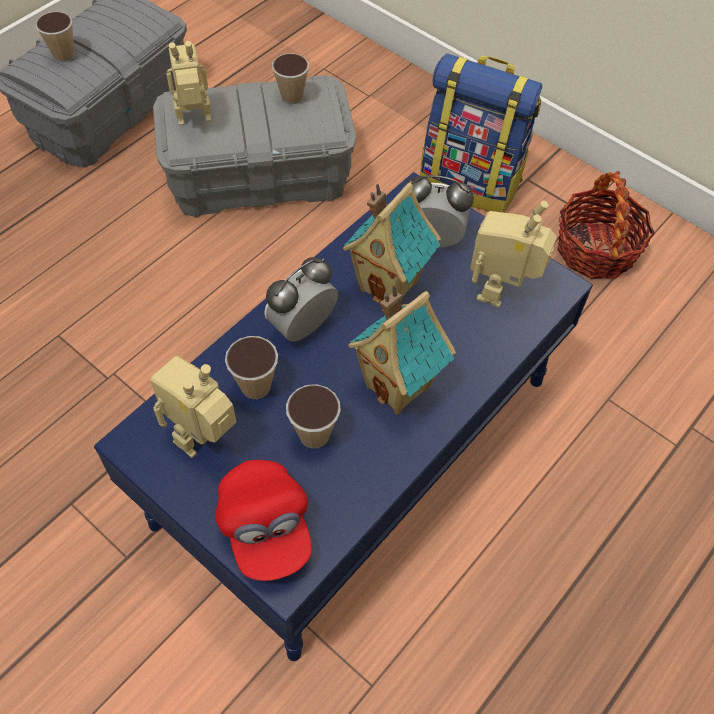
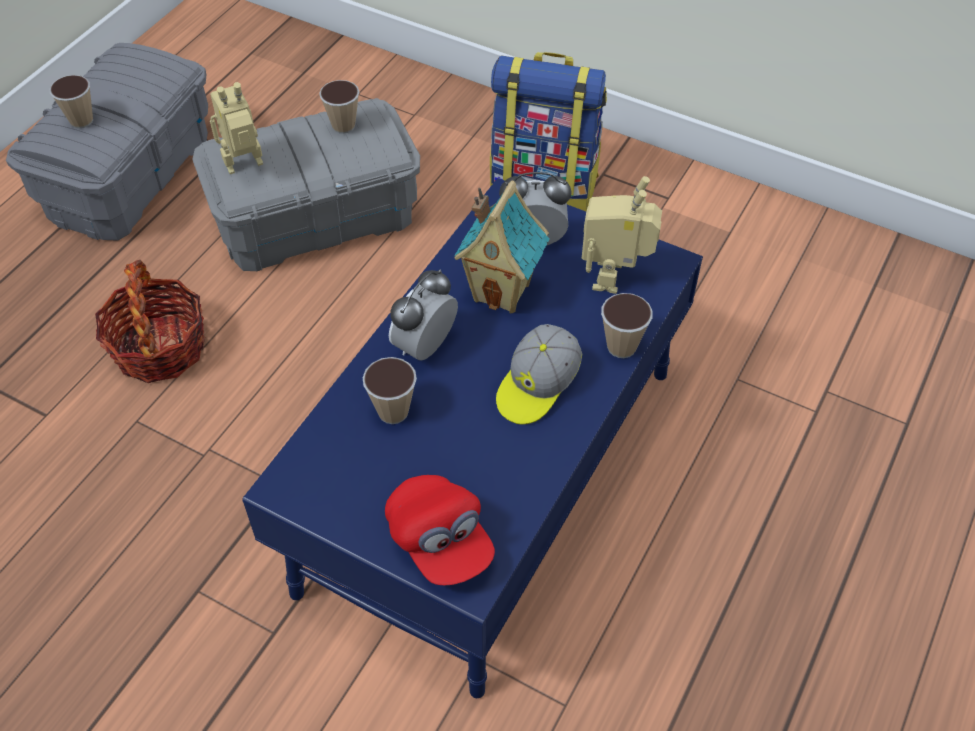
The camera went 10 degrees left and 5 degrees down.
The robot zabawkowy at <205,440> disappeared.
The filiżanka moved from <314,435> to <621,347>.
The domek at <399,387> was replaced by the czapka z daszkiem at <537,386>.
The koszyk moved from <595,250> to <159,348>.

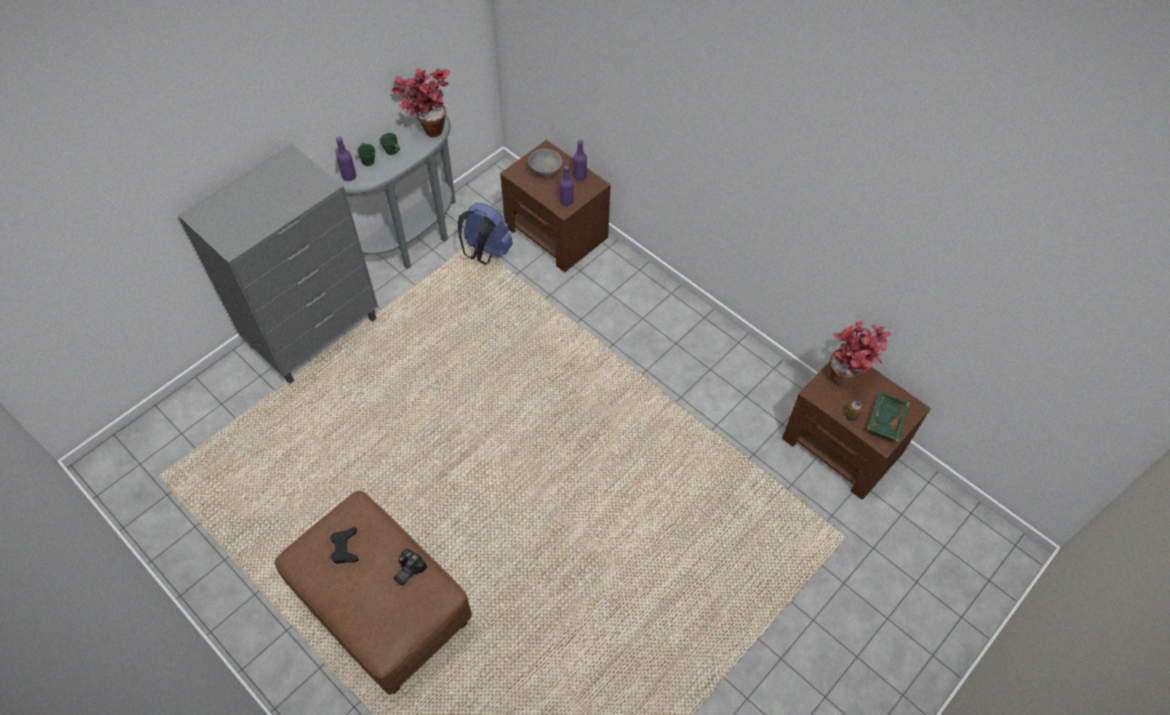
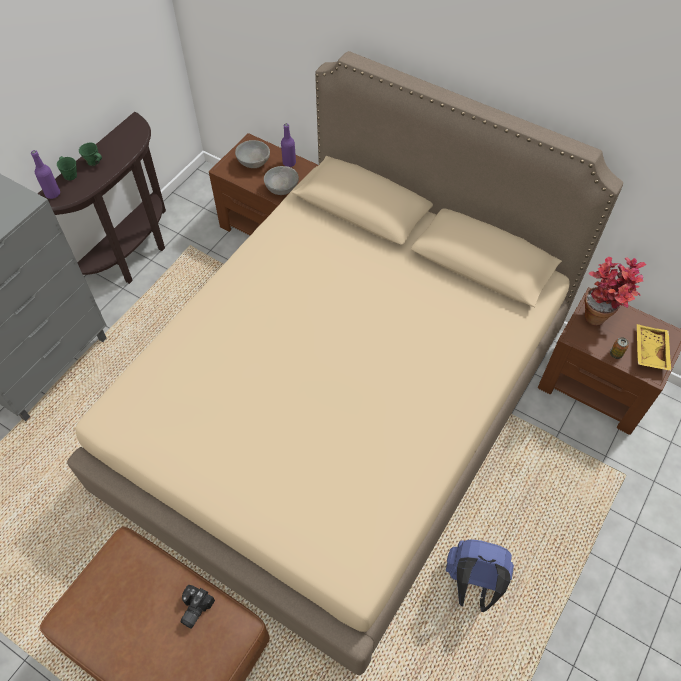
The camera went 10 degrees left and 0 degrees up.
The pad do gier/czarny at <345,548> disappeared.
The stolik konsolowy/szary at <416,243> became the stolik konsolowy/brązowy at <133,256>.
The roślina doniczkowa at <427,129> disappeared.
The plecak/niebieski moved from <485,253> to <473,582>.
The butelka/fioletowy at <566,201> was replaced by the miska/szary at <281,189>.
The taca/zielony at <885,419> became the taca/żółty at <649,351>.
The łóżko/beżowy at <341,410> appeared.

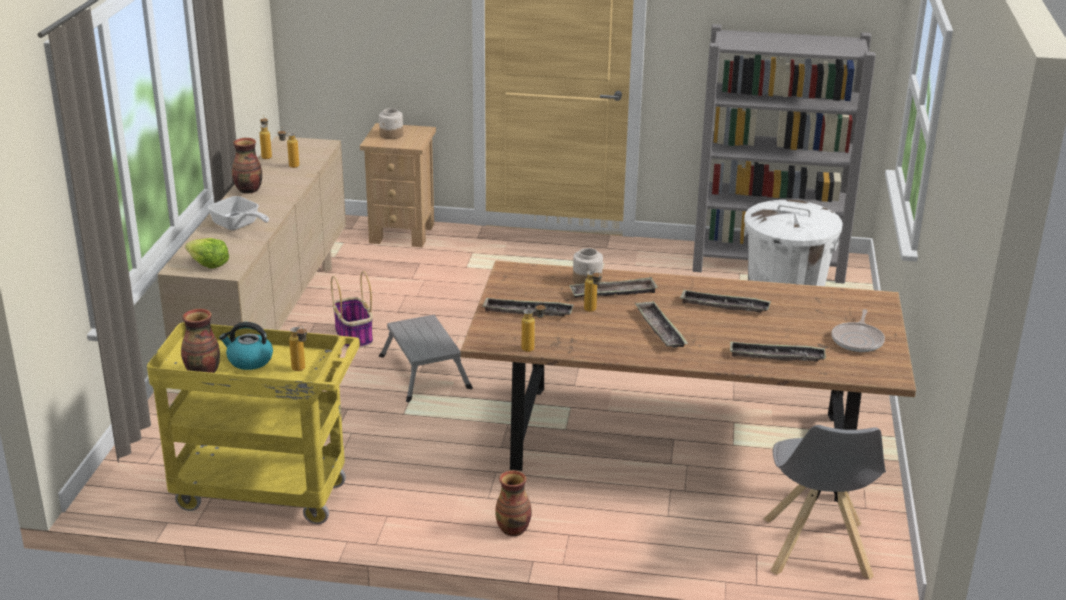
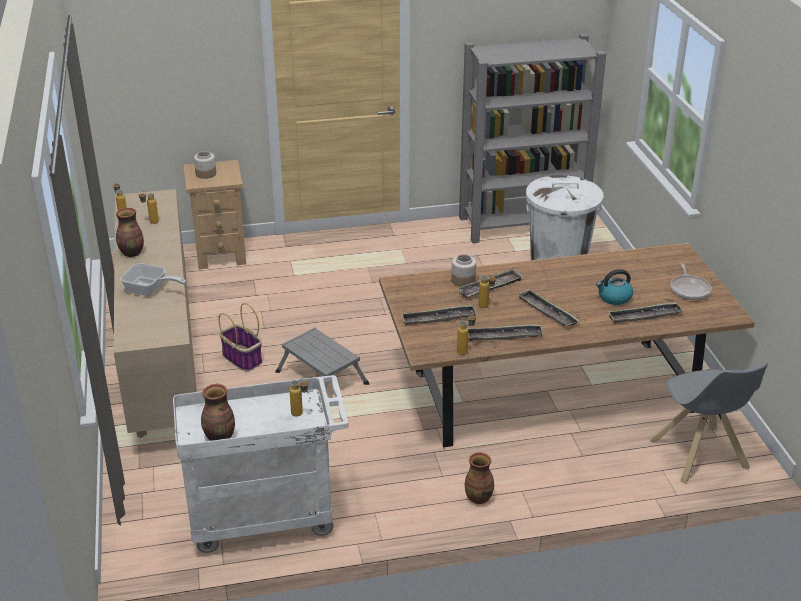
The camera went 20 degrees left and 5 degrees up.
The wózek/żółty at <269,498> became the wózek/biały at <269,523>.
The sałata at <208,264> disappeared.
The czajnik moved from <249,360> to <614,298>.
The taca moved from <724,306> to <504,336>.

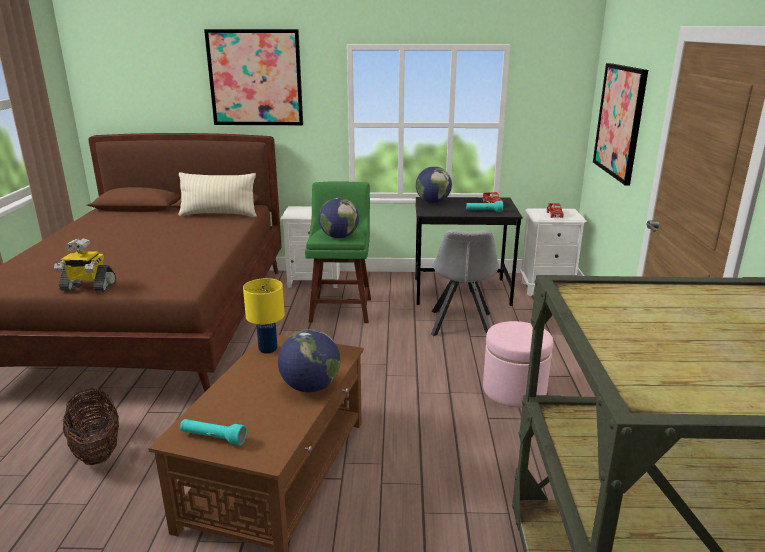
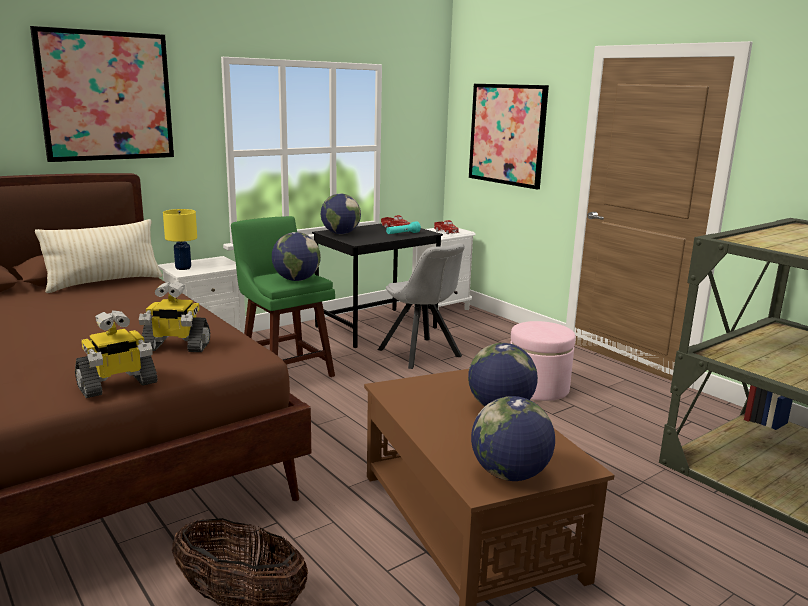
The camera went 40 degrees left and 5 degrees down.
The latarka/turkusowy at <213,438> was replaced by the globus at <509,474>.
The lampa stołowa/żółty moved from <268,350> to <183,268>.
The robot zabawkowy at <175,347> appeared.

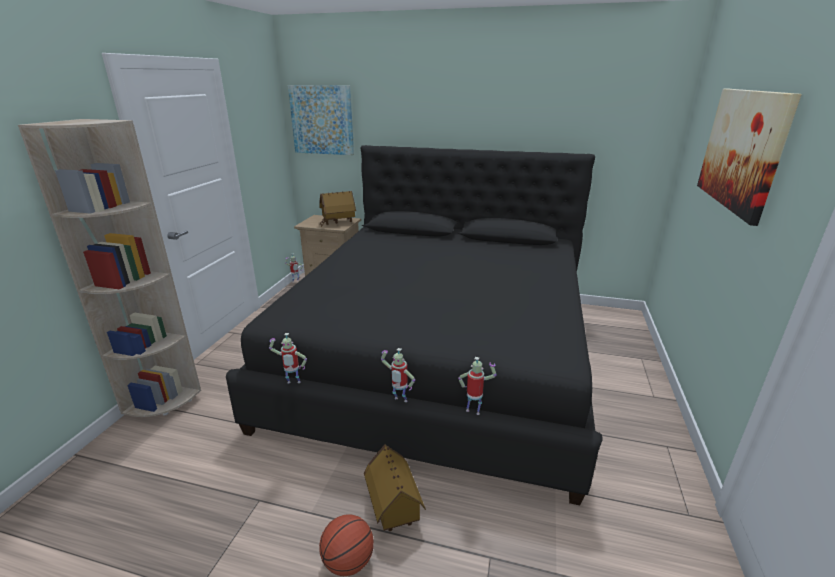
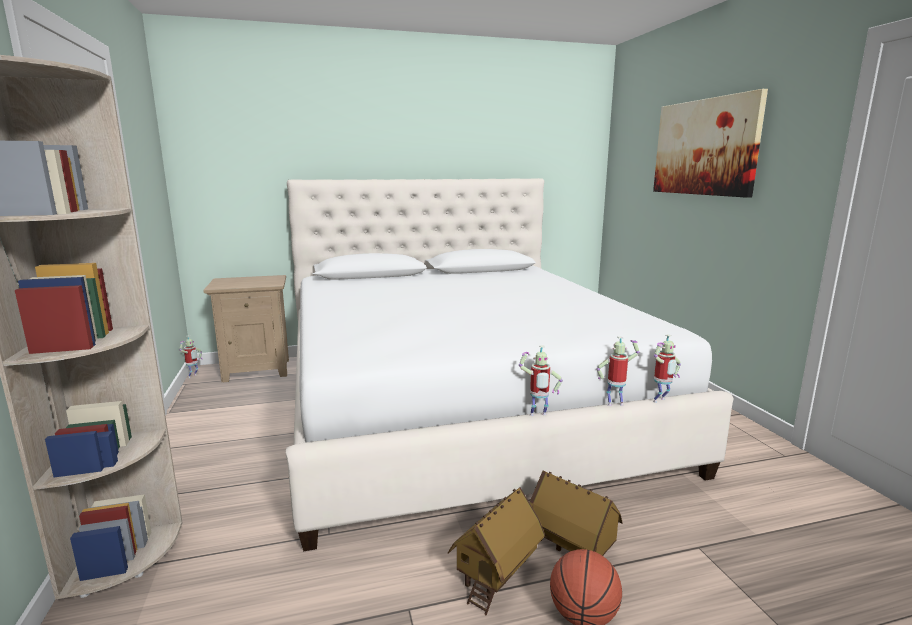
The camera went 30 degrees left and 10 degrees down.
The łóżko/czarny at <440,355> became the łóżko/biały at <460,404>.
The robot zabawkowy moved from <293,383> to <660,401>.
The obraz at <322,120> disappeared.
The domek moved from <338,222> to <496,574>.

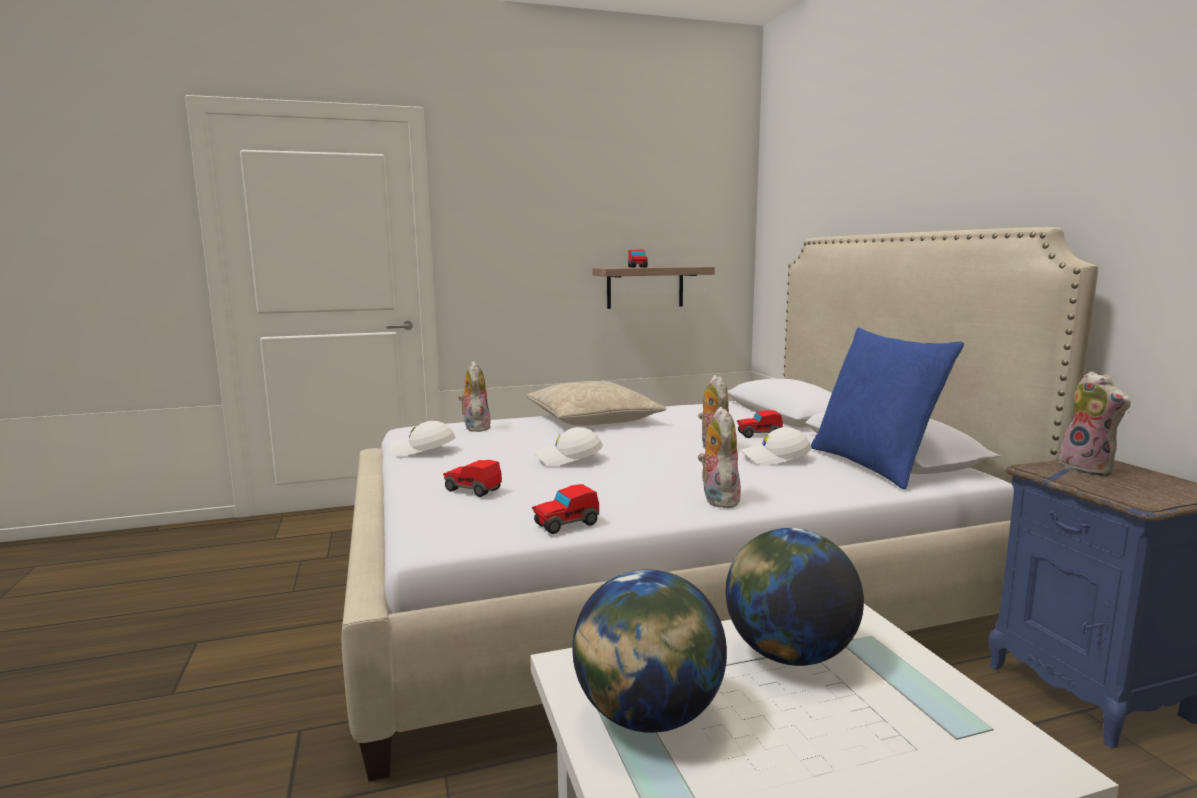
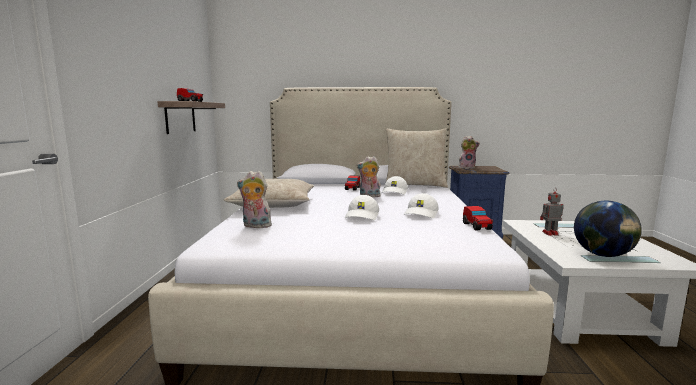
The camera went 70 degrees left and 0 degrees up.
The czapka z daszkiem/biały moved from <422,450> to <421,214>.
The samochodzik at <473,490> disappeared.
The pluszak at <717,499> disappeared.
The globus at <788,654> was replaced by the robot zabawkowy at <549,233>.
The poduszka/niebieski at <874,465> became the poduszka/beżowy at <415,185>.

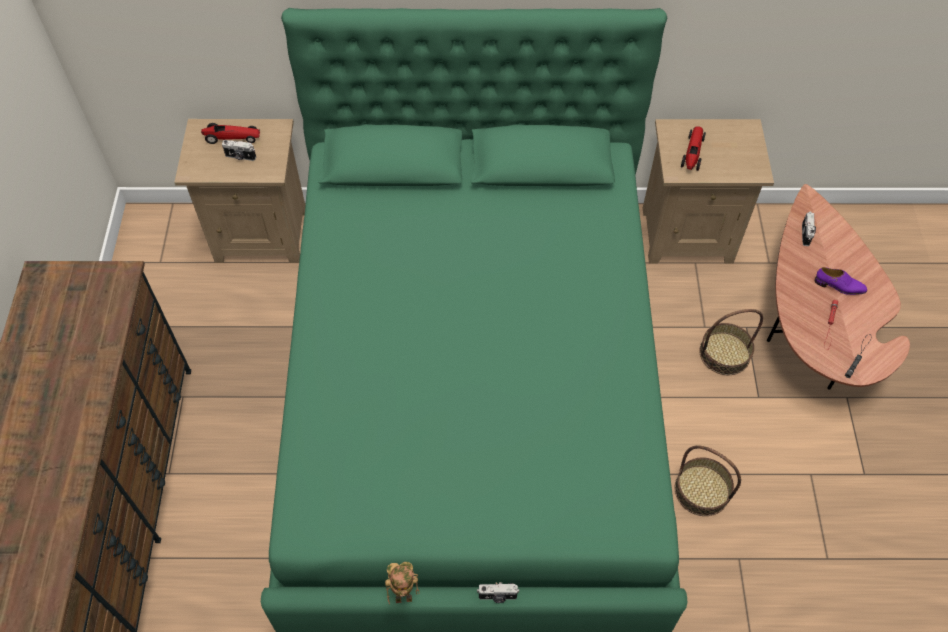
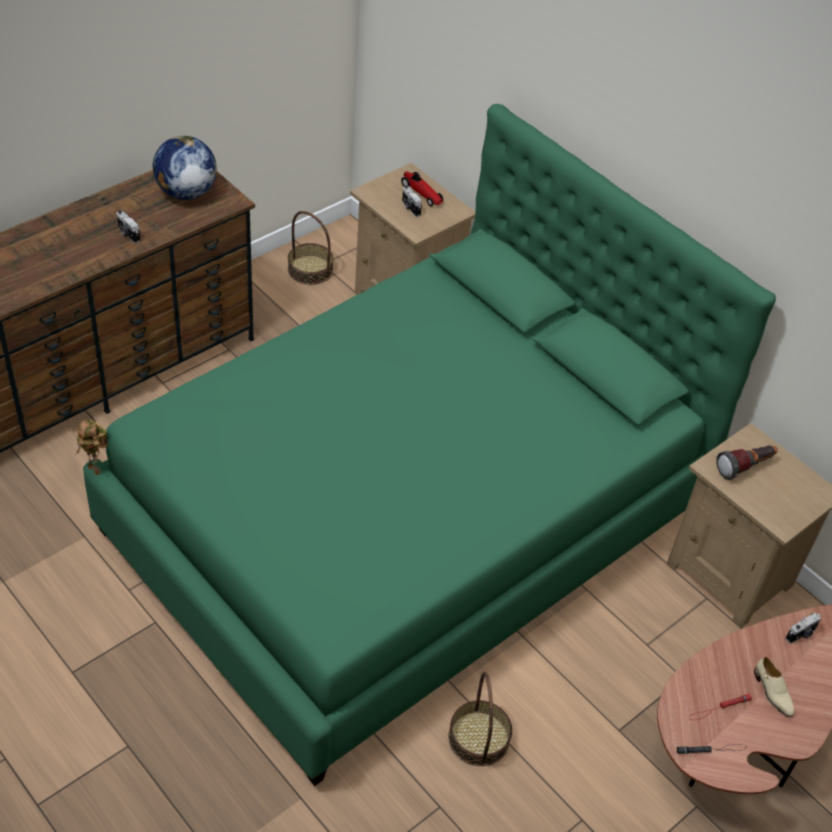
The camera went 45 degrees right and 10 degrees down.
The robot zabawkowy moved from <405,597> to <96,469>.
The aparat fotograficzny moved from <497,596> to <128,234>.
The samochodzik at <692,153> was replaced by the latarka at <745,468>.
The koszyk moved from <724,353> to <310,270>.
The but/fioletowy at <839,286> became the but/beżowy at <772,693>.
The globus at <185,193> appeared.

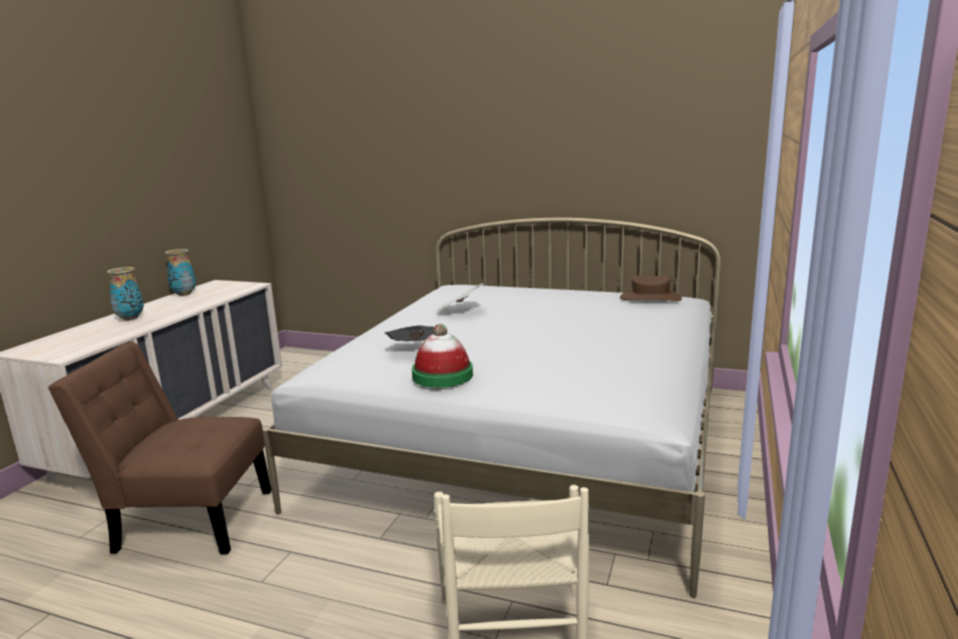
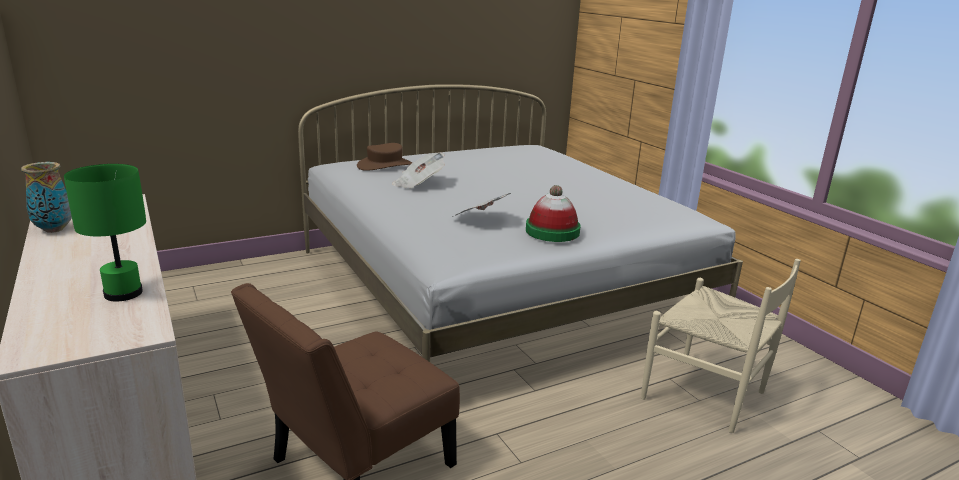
The camera went 50 degrees left and 5 degrees up.
The wazon at <130,318> disappeared.
The kapelusz/brązowy moved from <650,298> to <385,165>.
The lampa stołowa/zielony at <122,294> appeared.

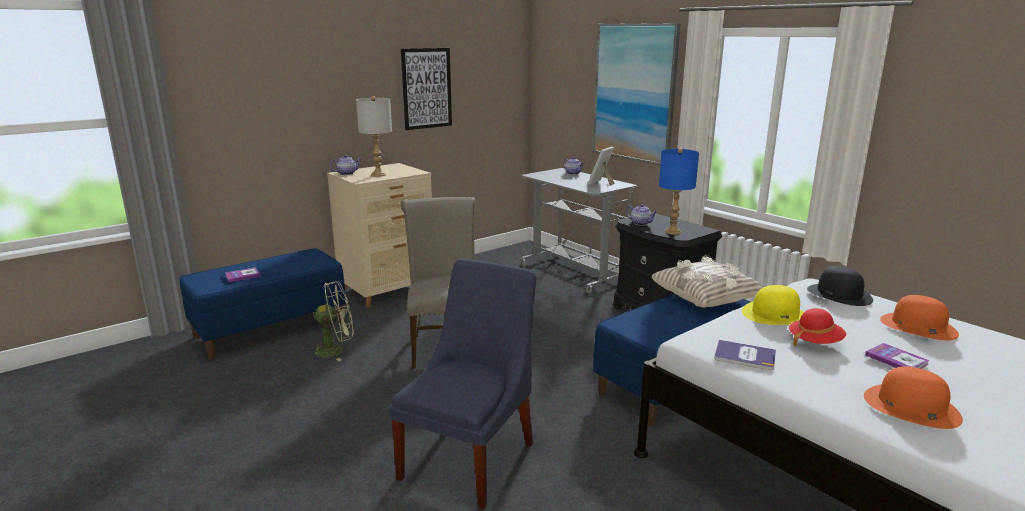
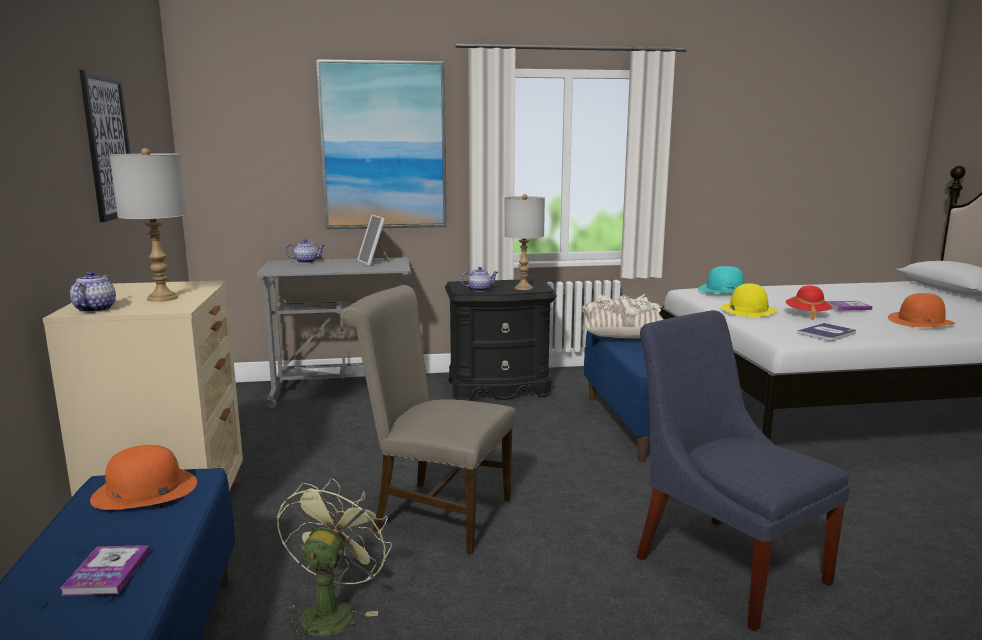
The camera went 60 degrees left and 5 degrees down.
The lampa stołowa/niebieski at <673,232> became the lampa stołowa/szary at <524,288>.
The kapelusz/czarny at <839,294> became the kapelusz/turkusowy at <724,290>.
The kapelusz/pomarańczowy moved from <918,326> to <144,490>.

